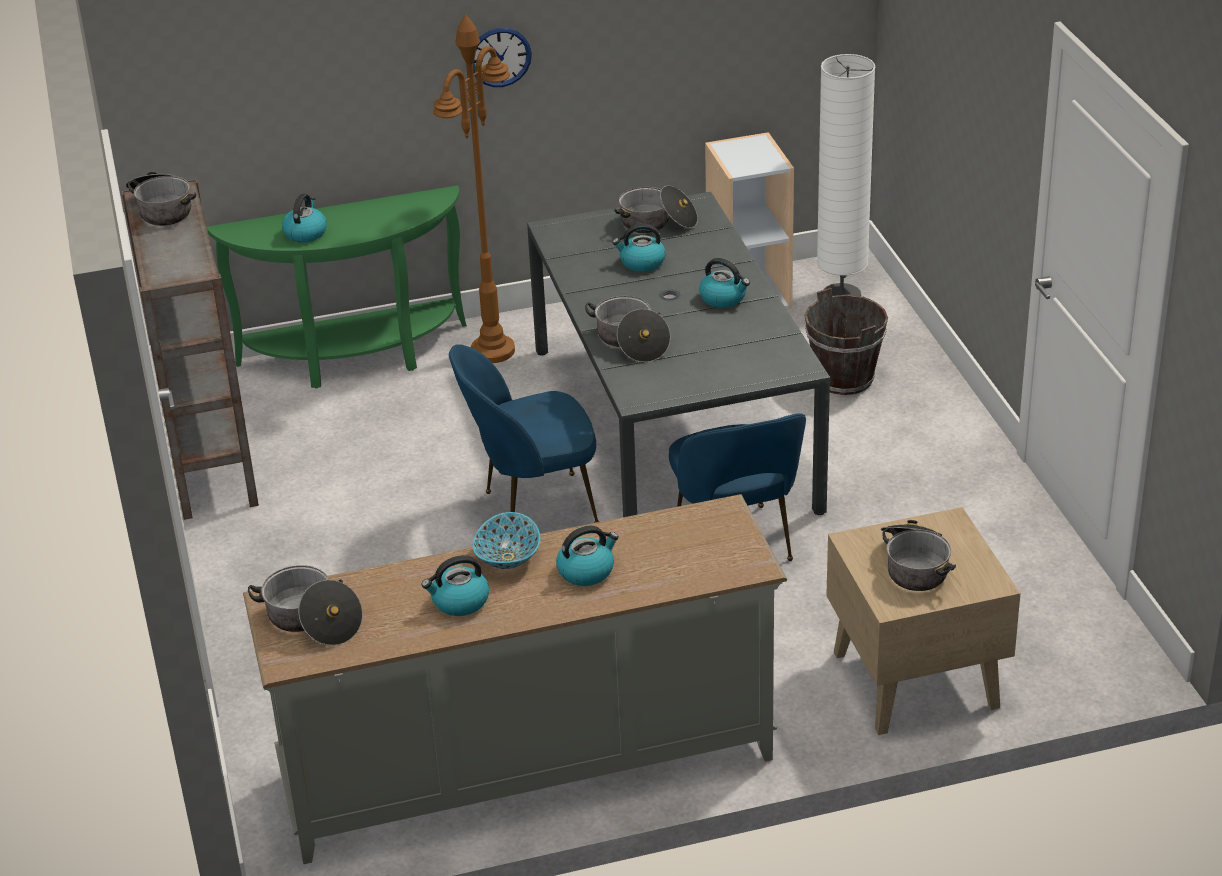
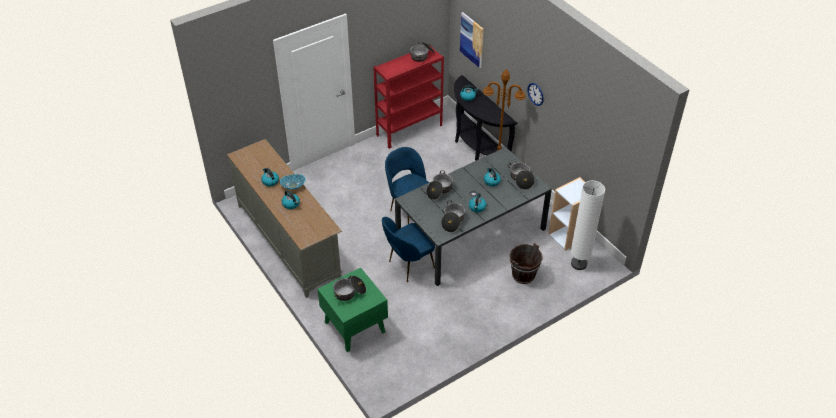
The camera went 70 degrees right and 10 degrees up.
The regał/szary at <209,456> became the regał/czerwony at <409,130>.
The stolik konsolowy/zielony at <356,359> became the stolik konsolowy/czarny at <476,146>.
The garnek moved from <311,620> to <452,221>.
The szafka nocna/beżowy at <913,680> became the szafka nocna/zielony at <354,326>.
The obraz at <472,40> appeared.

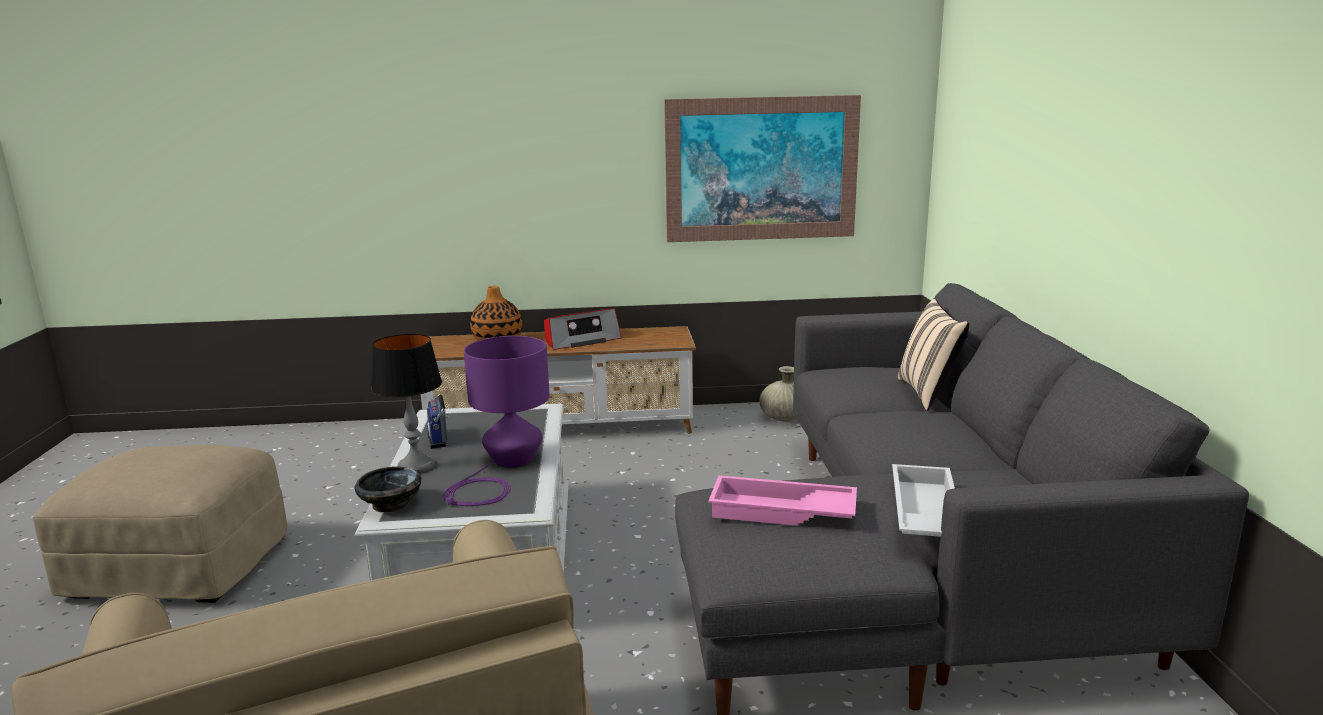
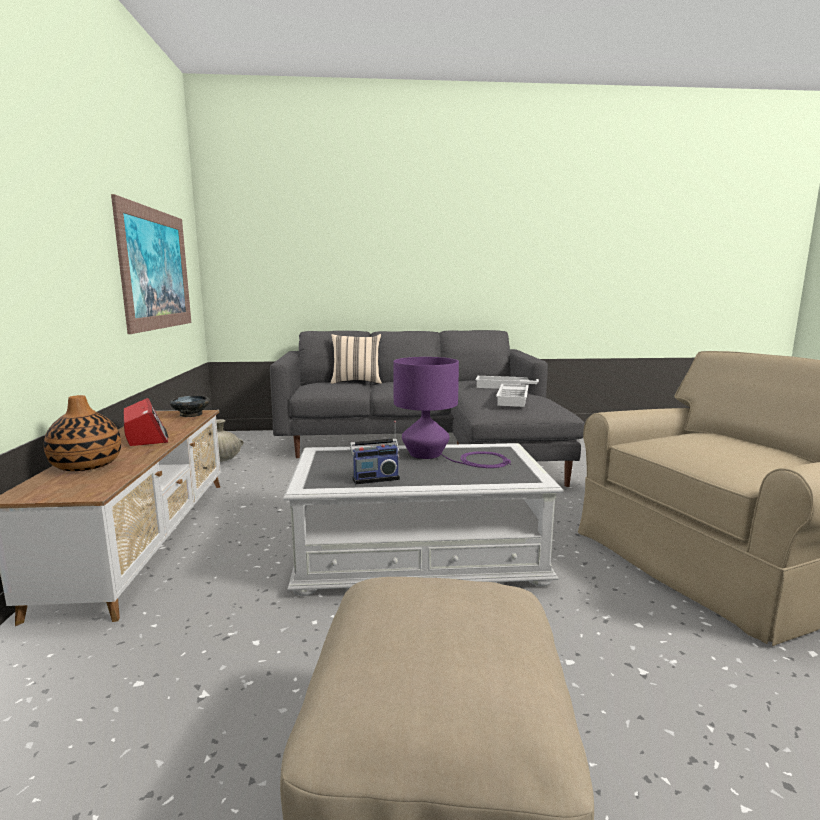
The camera went 90 degrees left and 5 degrees down.
The miska/czarny moved from <390,504> to <191,415>.
The lampa stołowa at <416,466> disappeared.
The taca/różowy at <781,512> became the taca/biały at <513,399>.

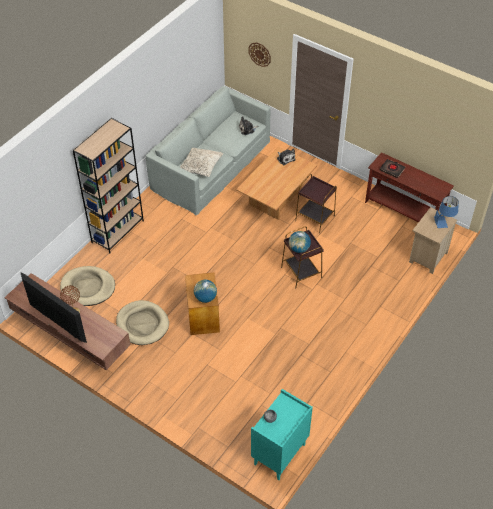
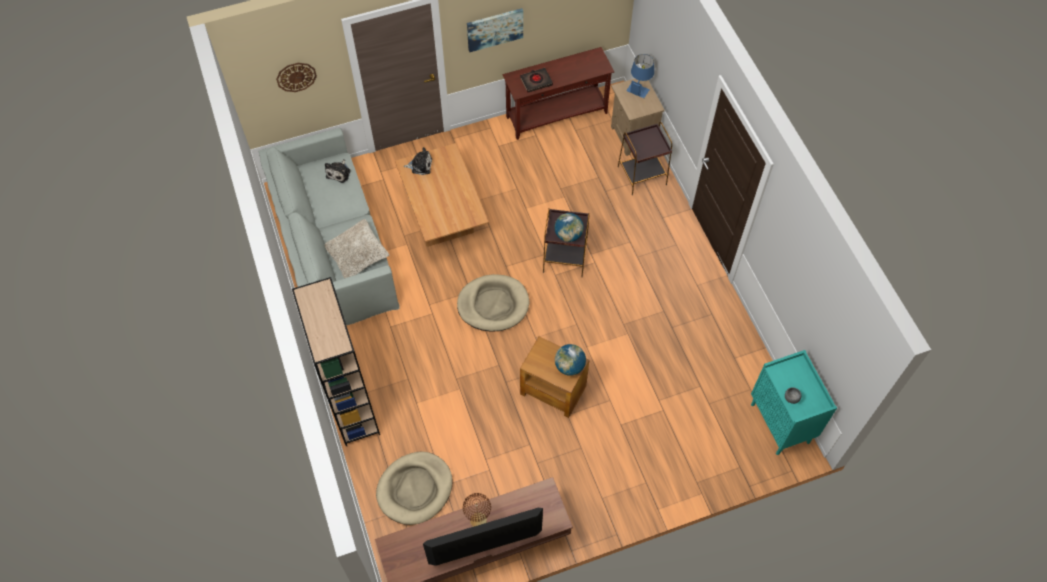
The camera went 55 degrees left and 10 degrees up.
The legowisko/beżowy moved from <142,324> to <493,304>.
The stolik/brązowy moved from <315,218> to <642,175>.
The obraz at <494,29> appeared.

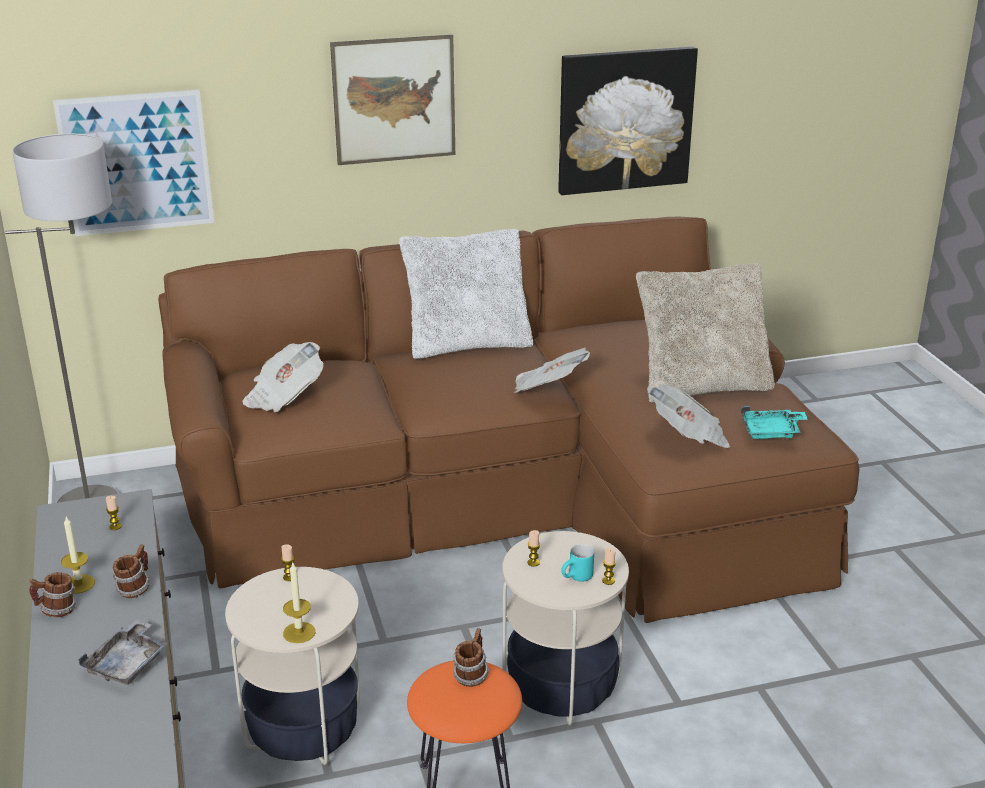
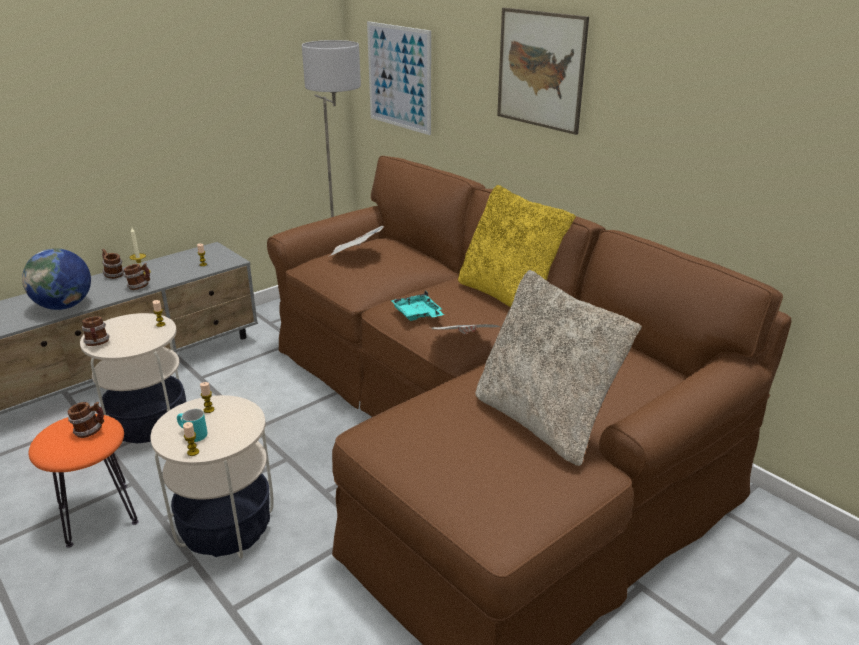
The camera went 65 degrees right and 0 degrees up.
The taca/szary at <128,663> was replaced by the globus at <64,306>.
The świeca at <299,632> was replaced by the kubek at <98,344>.
The poduszka/biały at <468,342> became the poduszka/żółty at <509,294>.
The obraz at <625,120> disappeared.
The gazeta at <688,436> disappeared.
The taca/turkusowy moved from <772,432> to <417,314>.

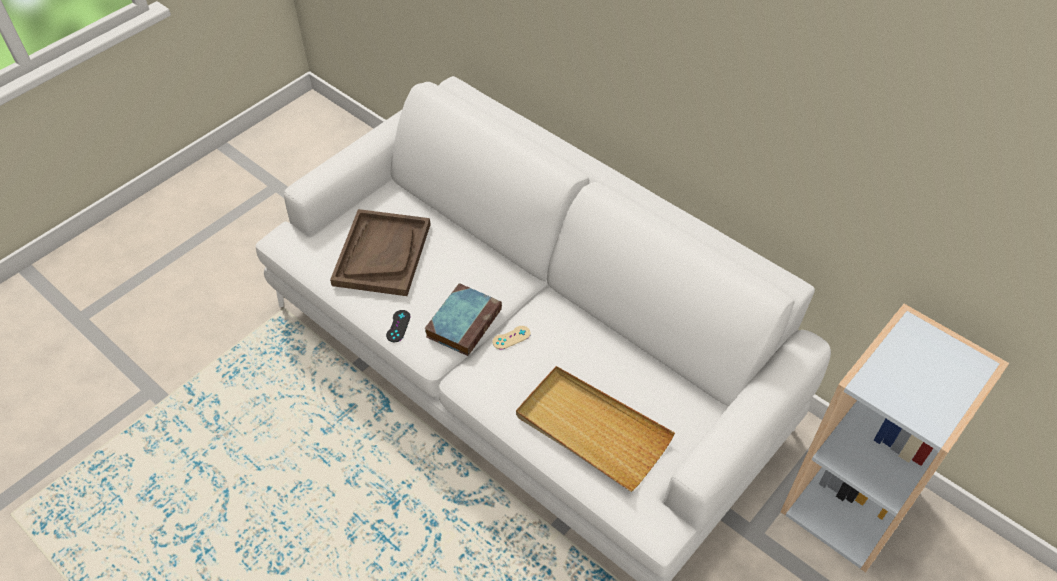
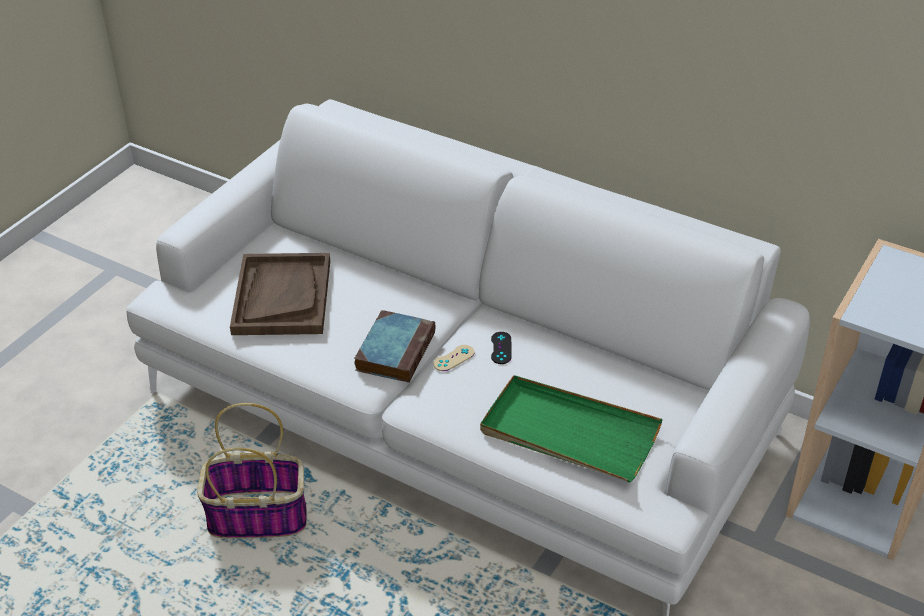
The camera went 10 degrees left and 10 degrees down.
The pad do gier/czarny moved from <398,326> to <501,348>.
The taca/beżowy at <592,429> became the taca/zielony at <568,433>.
The koszyk at <259,516> appeared.

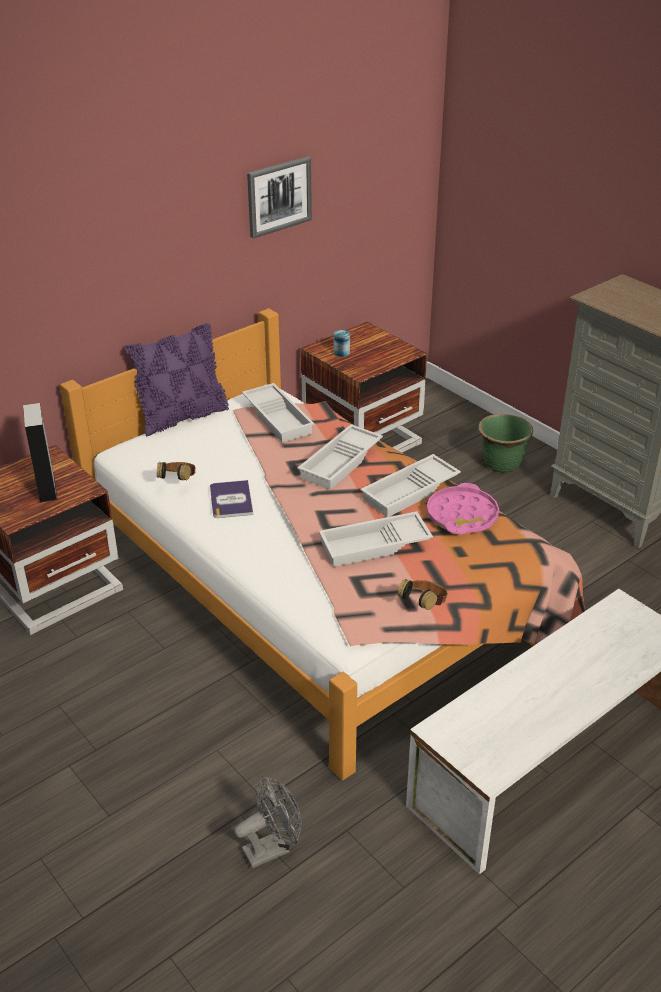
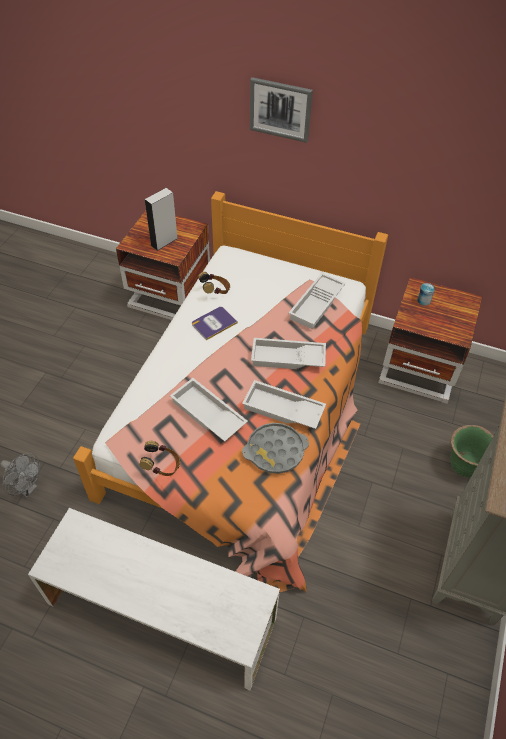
The camera went 60 degrees right and 15 degrees up.
The poduszka/fioletowy at <182,417> disappeared.
The obraz moved from <278,196> to <280,109>.
The taca/różowy at <462,516> became the taca/szary at <275,451>.

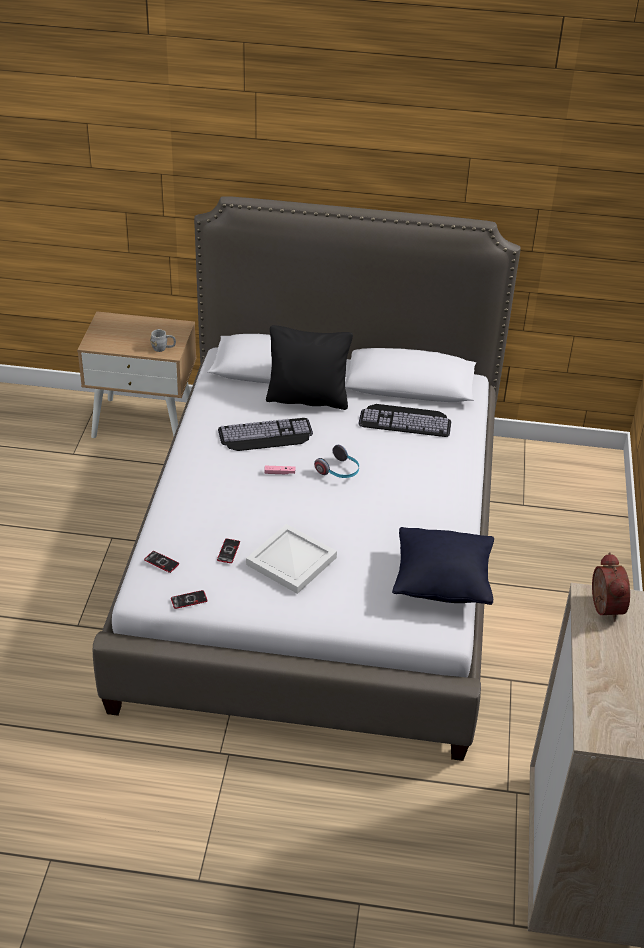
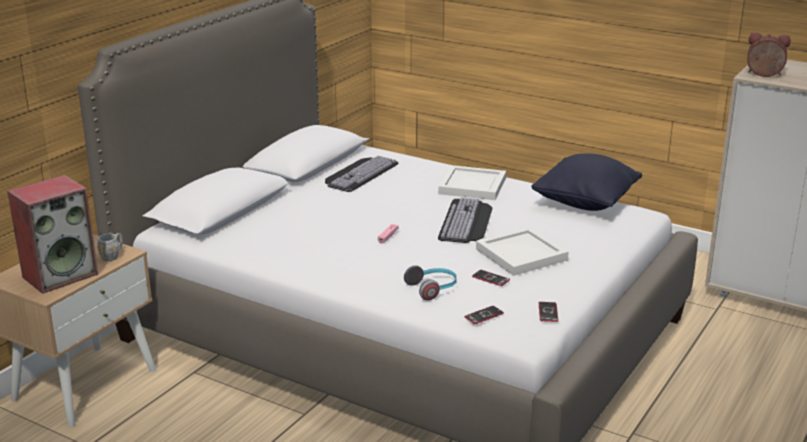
The camera went 65 degrees left and 15 degrees down.
The klawiatura moved from <265,436> to <467,222>.
The poduszka/czarny at <307,399> disappeared.
The słuchawki moved from <339,471> to <433,289>.
The głośnik at <60,275> appeared.
The taca/biały at <471,185> appeared.

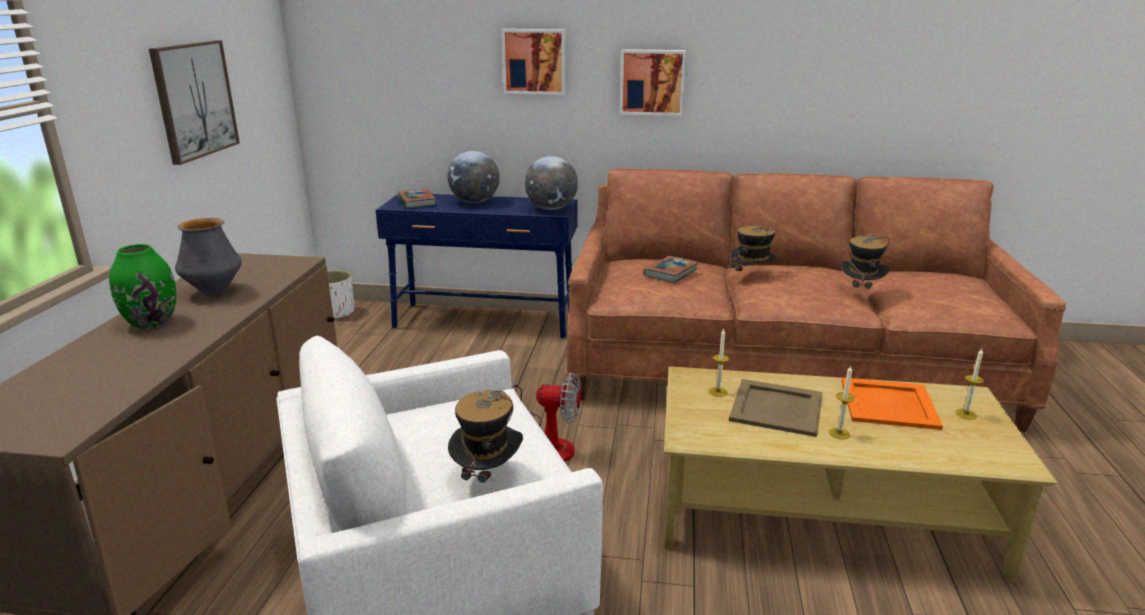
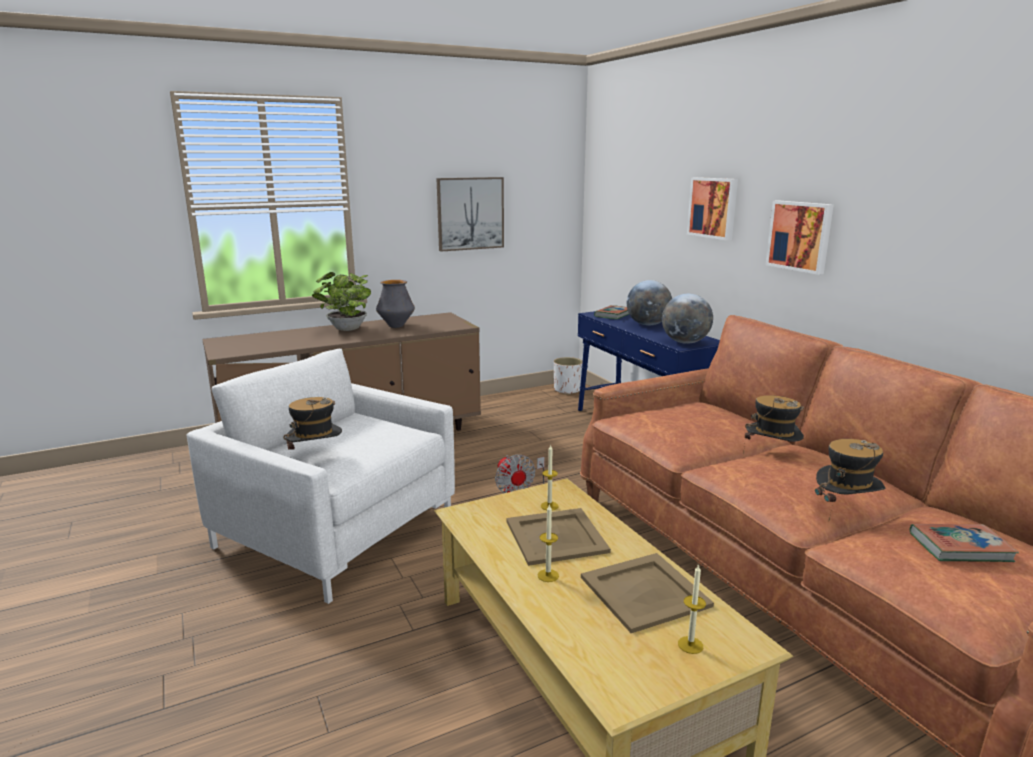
The camera went 55 degrees right and 5 degrees down.
The wazon/zielony at <152,322> was replaced by the roślina doniczkowa at <346,329>.
The książka moved from <670,273> to <960,547>.
The taca/pomarańczowy at <889,403> became the taca/beżowy at <646,592>.

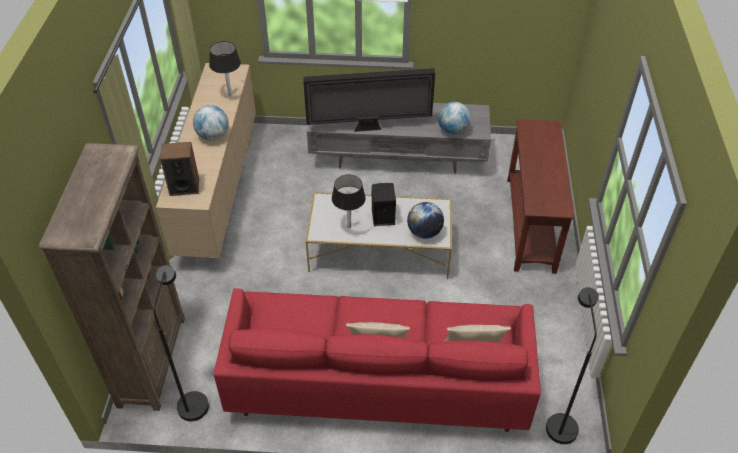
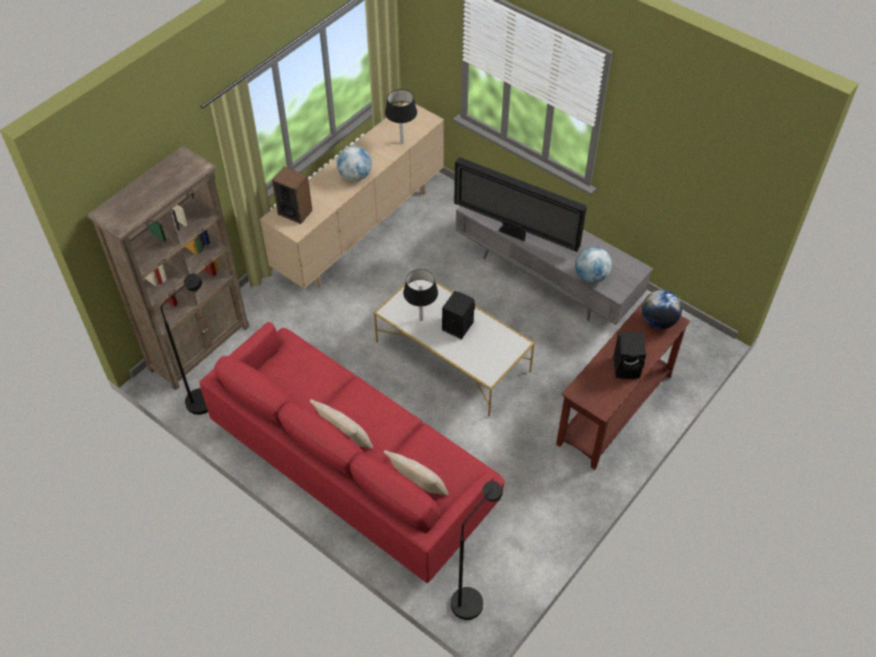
The camera went 35 degrees right and 5 degrees up.
The globus moved from <424,232> to <658,321>.
The głośnik/czarny at <627,367> appeared.

